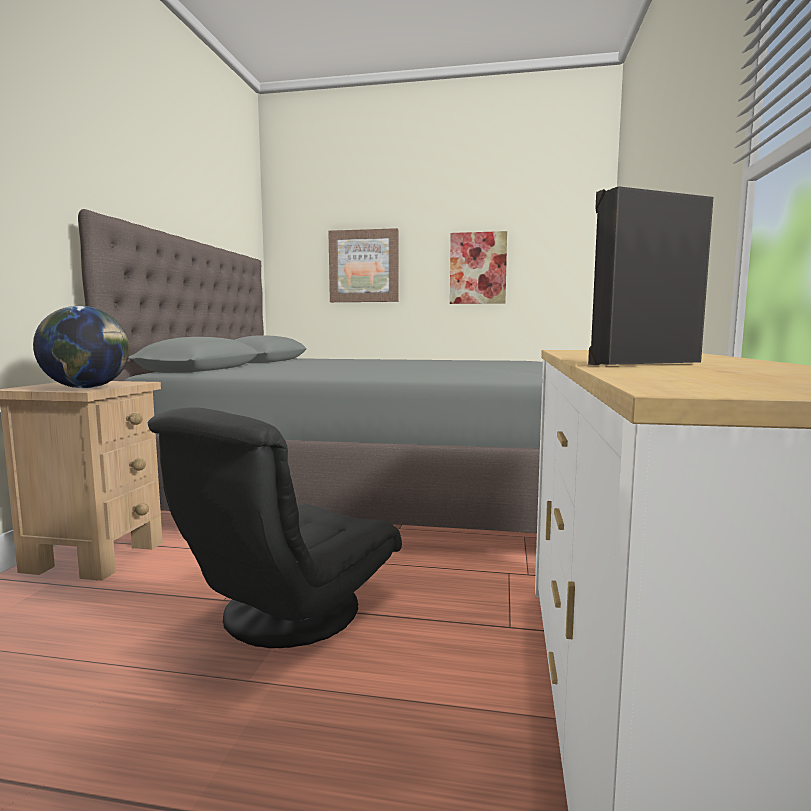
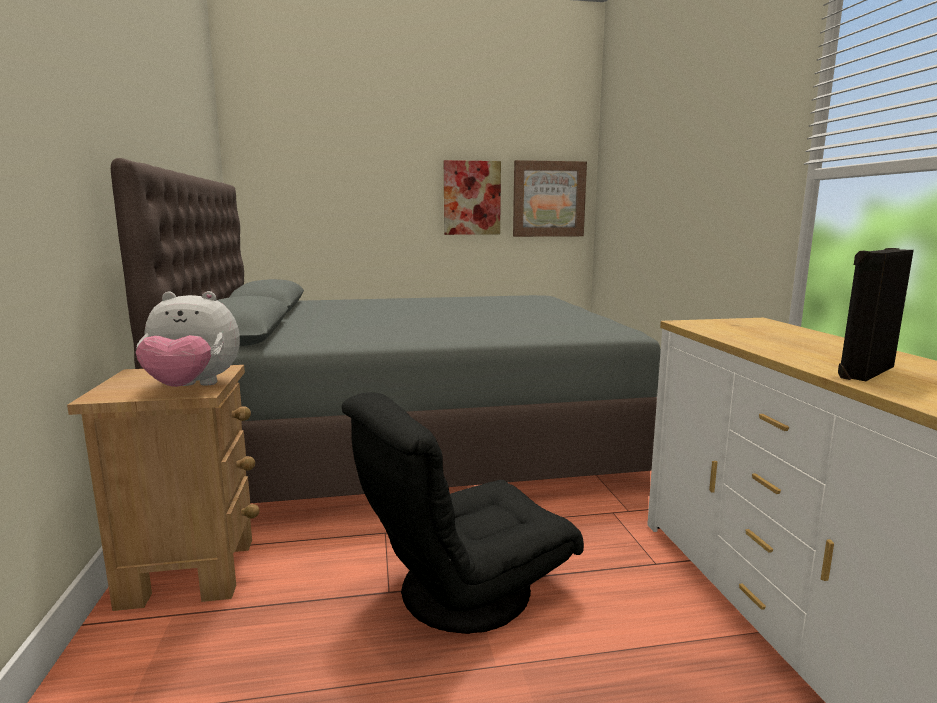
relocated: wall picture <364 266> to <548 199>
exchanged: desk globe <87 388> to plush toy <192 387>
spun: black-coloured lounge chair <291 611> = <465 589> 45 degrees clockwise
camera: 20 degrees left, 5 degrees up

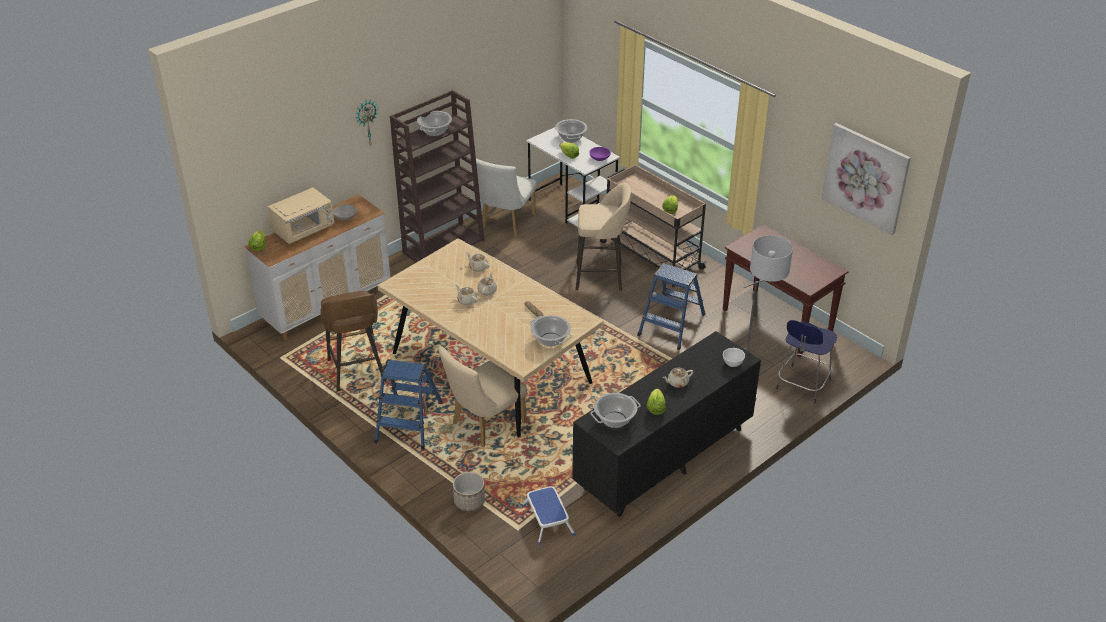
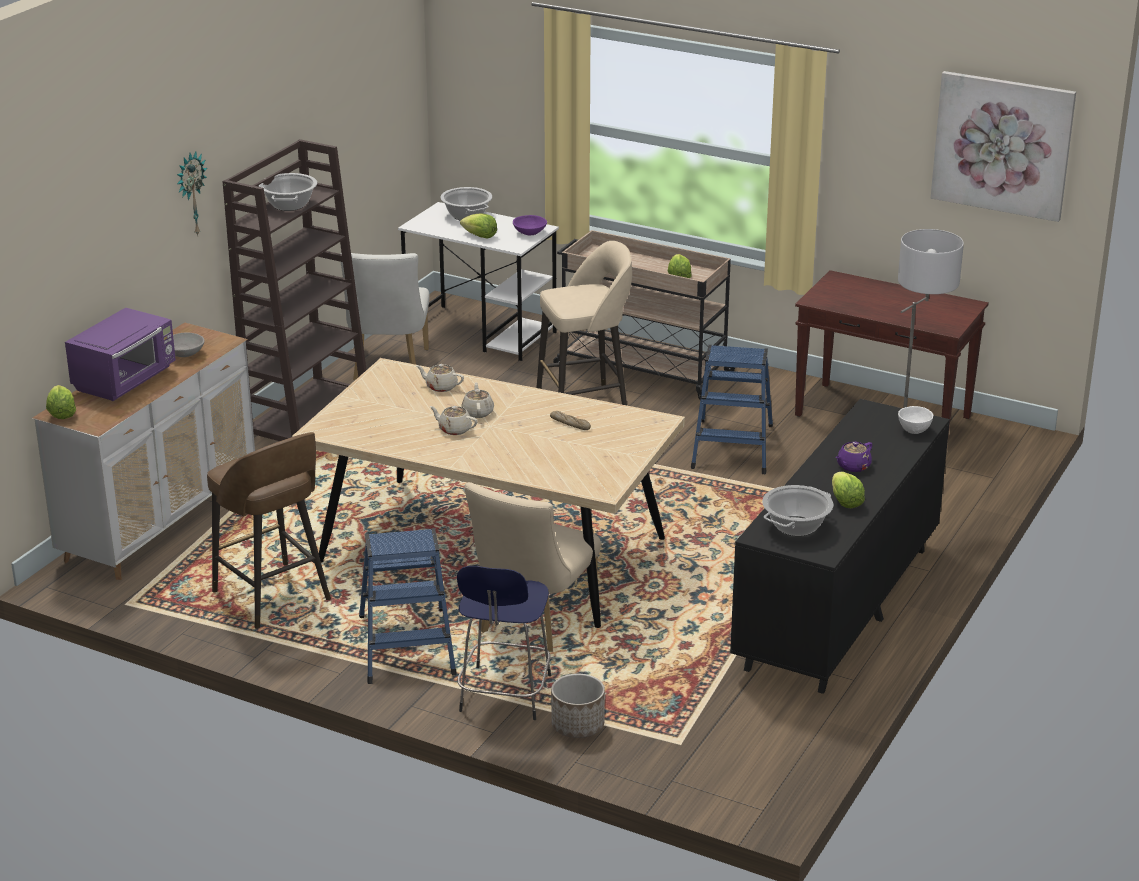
missing: cooking pot <550 339>; bluish stepladder <548 520>
relocated: bluish stool <802 385> to <504 695>
colour: sand-coloured microwave oven <304 230> to purple microwave oven <126 380>; sand-coloured pot for tea <677 382> to purple pot for tea <853 466>
camera: 20 degrees left, 10 degrees down

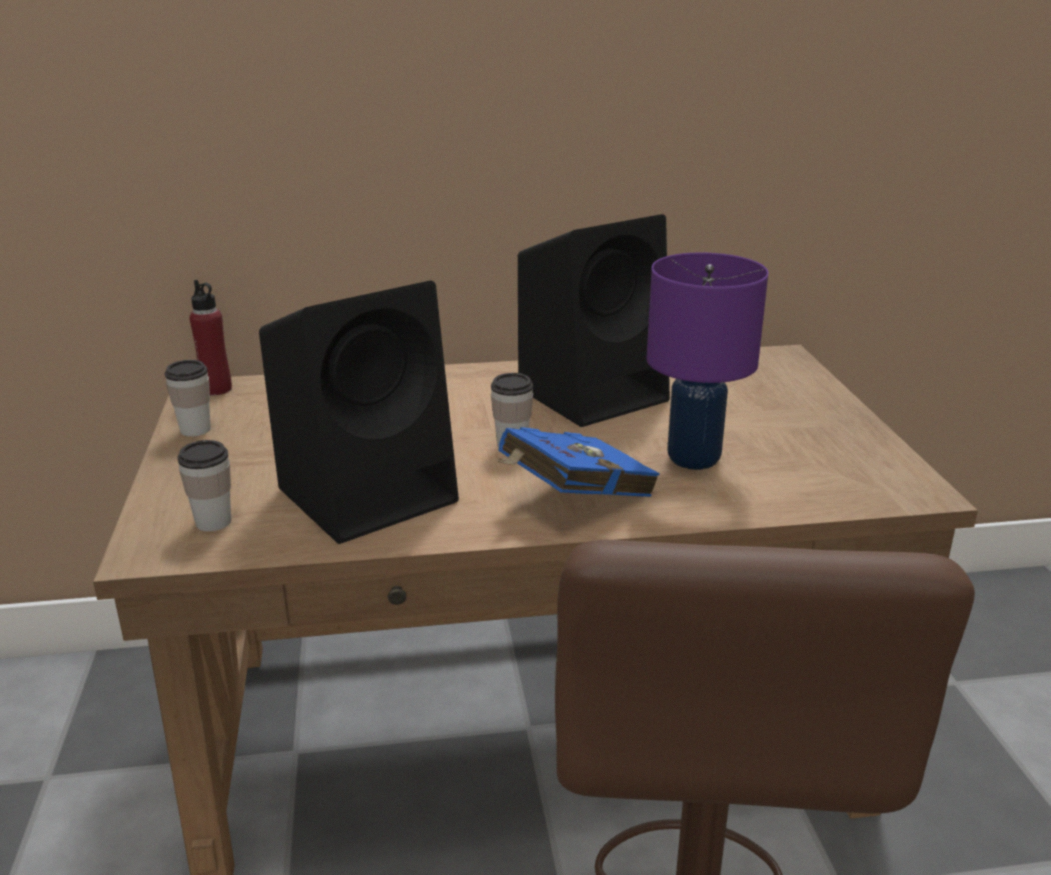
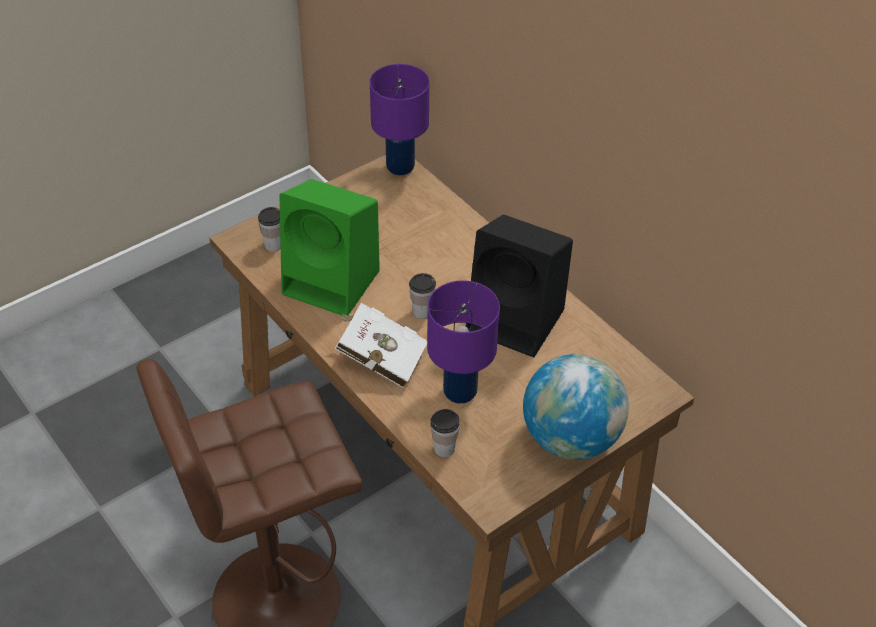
appeared: desk globe <570 438>
relocated: small cup <195 430> to <444 449>
exchanged: red-coloured beverage bottle <216 389> to purple lamp for a table <401 169>
colour: black-coloured speaker <371 493> to green-coloured speaker <334 282>; bluish volume <571 499> to white volume <379 358>
camera: 60 degrees right, 20 degrees up

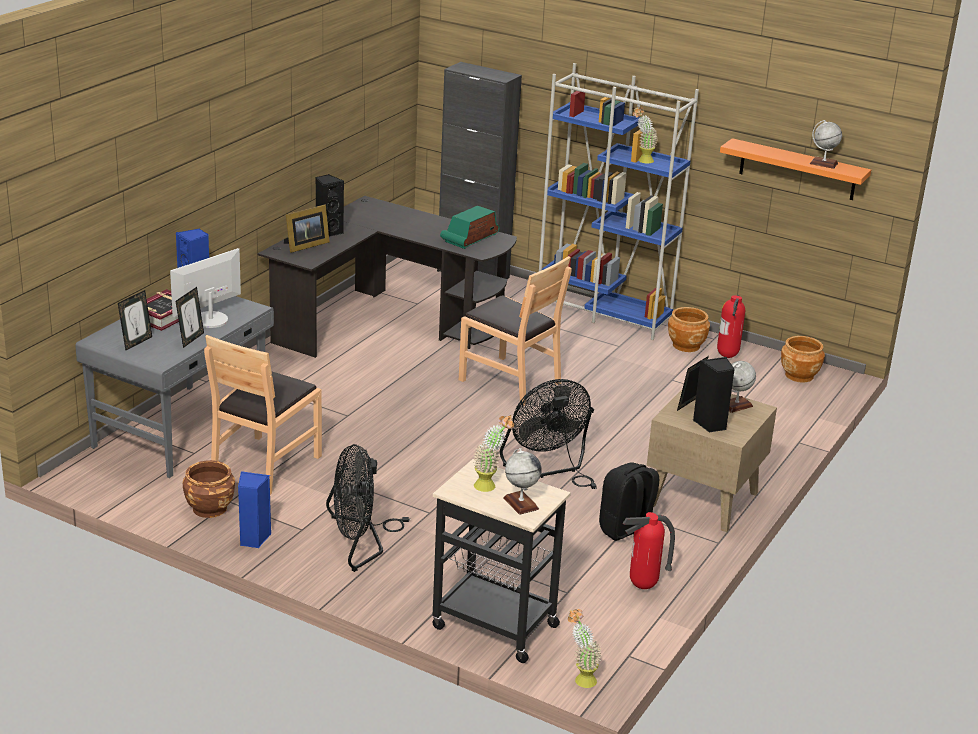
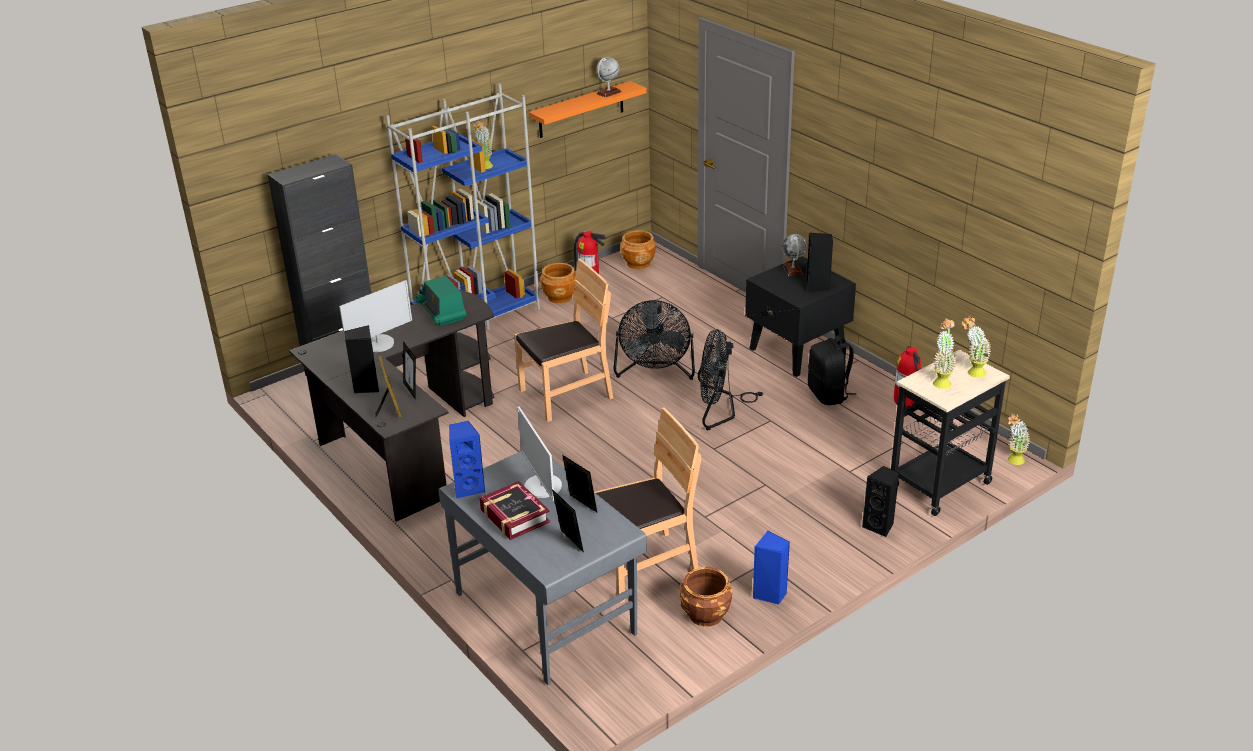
appeared: computer display <379 344>; black-coloured speaker <880 526>
relocated: picture frame <689 405> to <412 390>; black-coloured fan <362 539> to <652 369>
exchanged: desk globe <520 503> to houseplant <971 373>
colour: sand-coloured night table <703 499> to black-coloured night table <797 351>
spun: brown plain chair <265 465> = <642 565> 75 degrees counterclockwise
camera: 65 degrees left, 5 degrees up

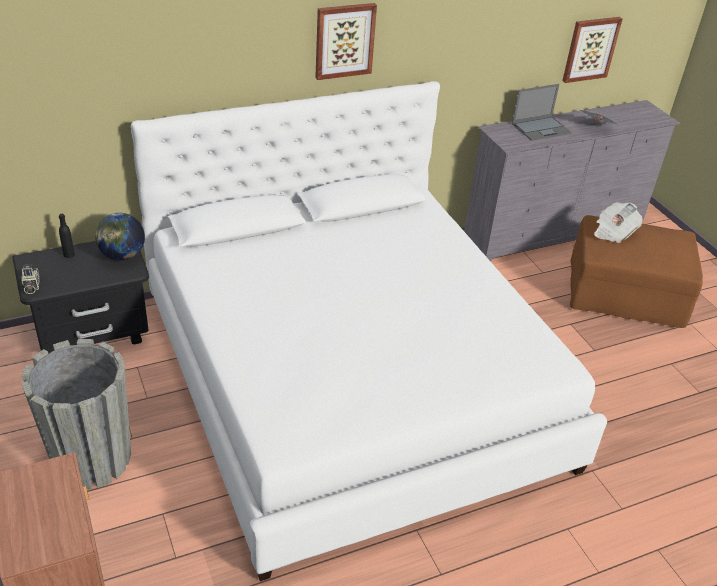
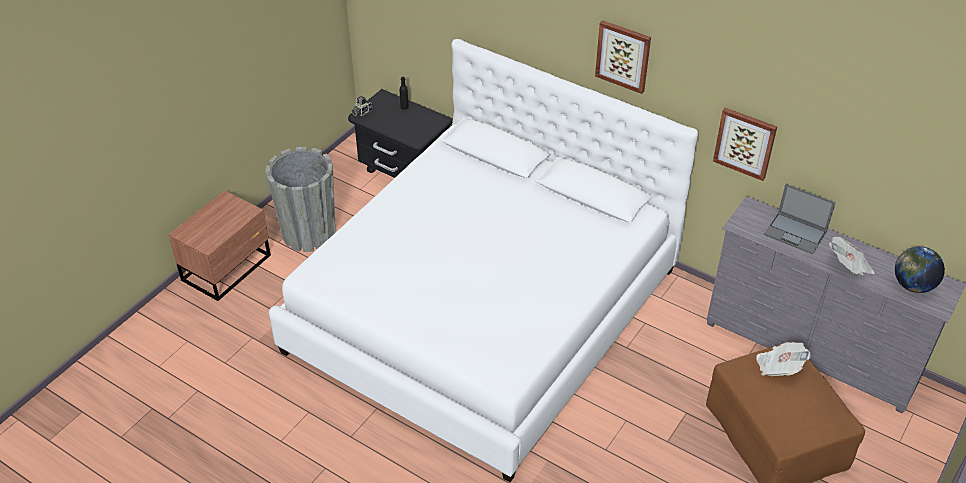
relocated: wall picture <590 49> to <745 143>; desk globe <122 256> to <912 286>
camera: 60 degrees right, 5 degrees up

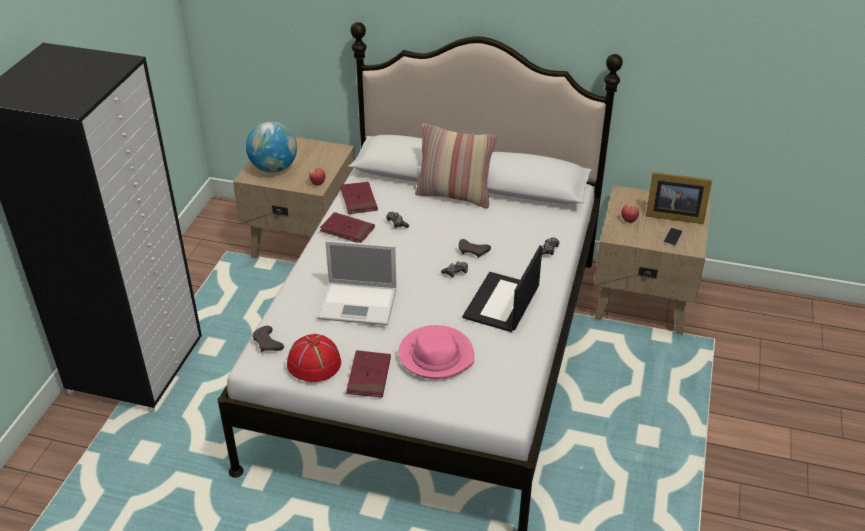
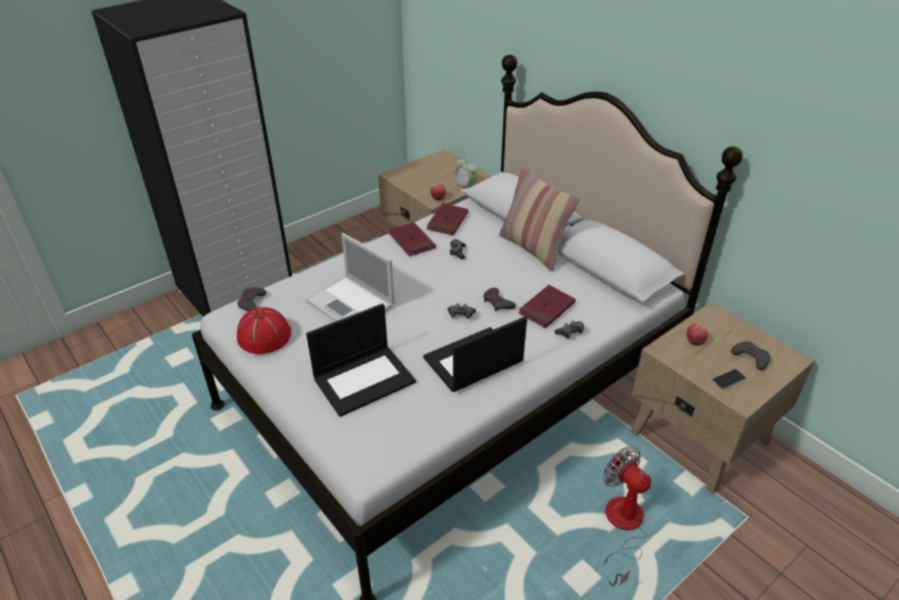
missing: desk globe <274 168>
appeared: bedside clock <465 186>; fan <622 527>
relocated: red-coloured volume <369 376> to <546 308>
exchanged: picture frame <672 215> to greyish joypad <751 357>; pink wearable hat <436 355> to notebook computer <364 379>
camera: 35 degrees right, 0 degrees up

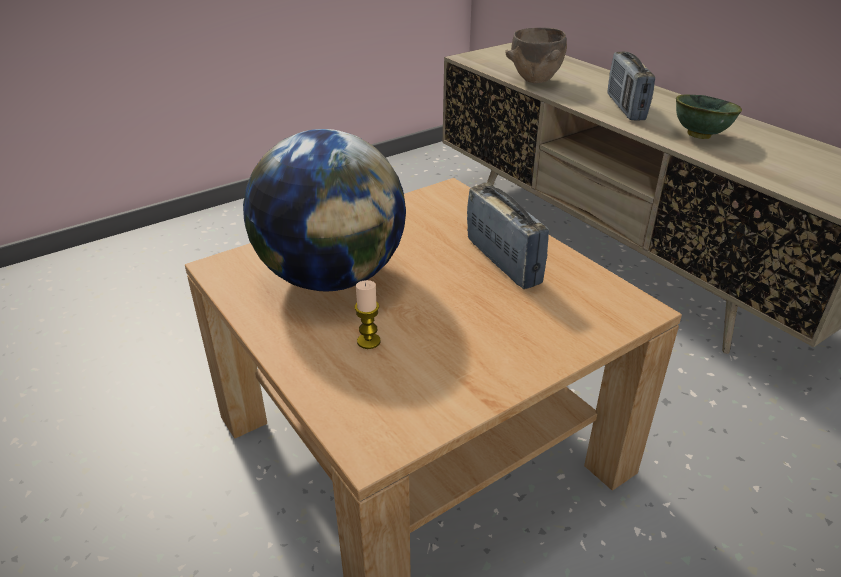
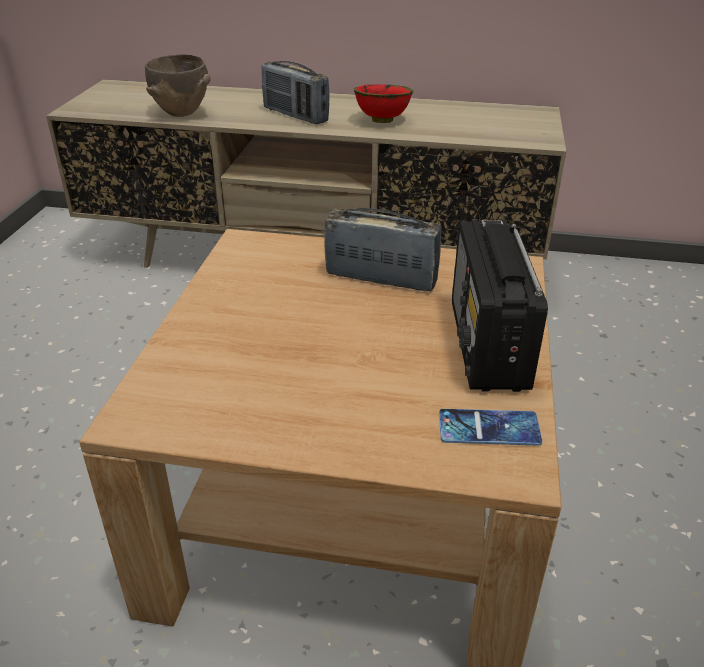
missing: desk globe <331 277>; wax light <368 341>
appeared: radio receiver <487 345>; handset <489 428>
colour: green-coloured serving bowl <698 135> to red-coloured serving bowl <381 121>
camera: 45 degrees left, 0 degrees up

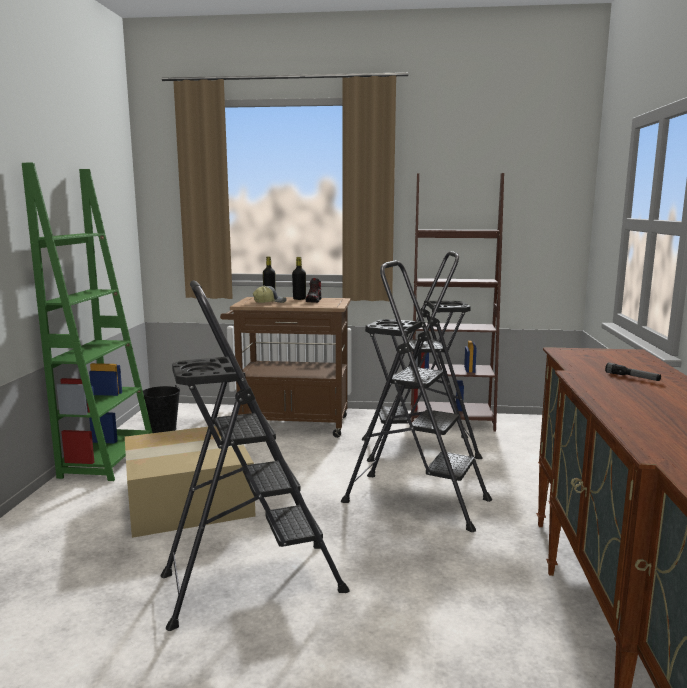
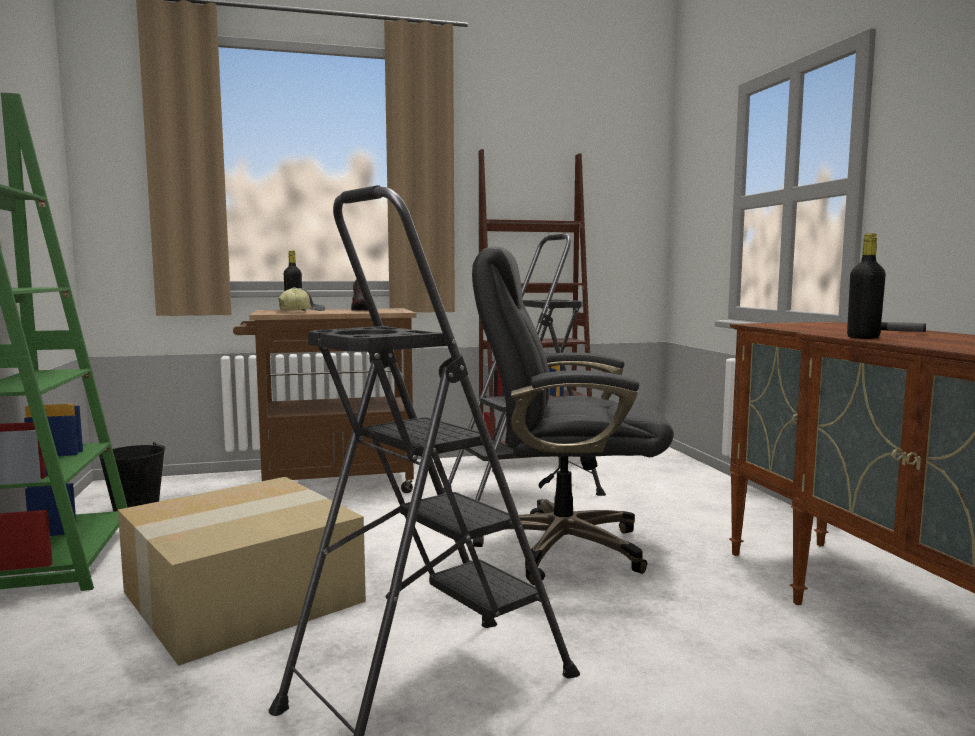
relocated: black-coloured beverage bottle <299 299> to <863 338>
exchanged: stepladder <414 500> to black-coloured desk chair <566 548>
camera: 20 degrees left, 5 degrees down

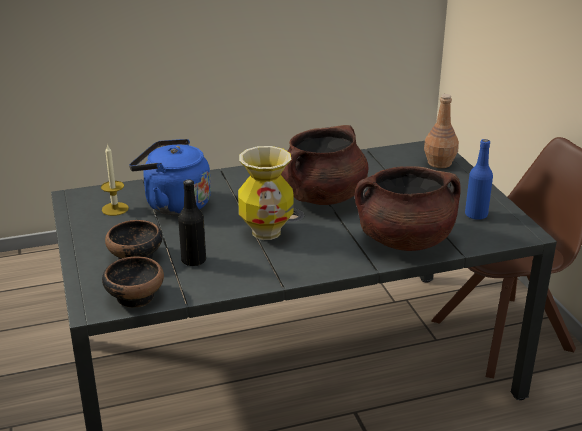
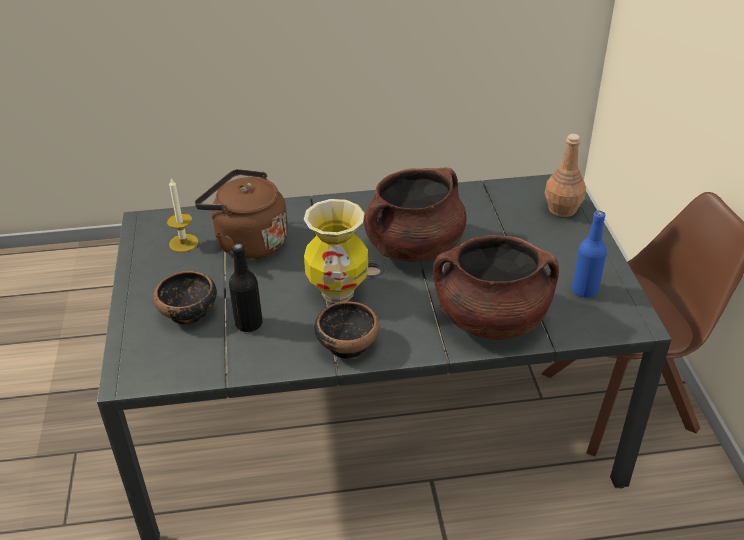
relocated: serving bowl <135 296> to <347 344>
colour: bluish water kettle <174 204> to brown water kettle <247 242>
camera: 10 degrees right, 10 degrees up

